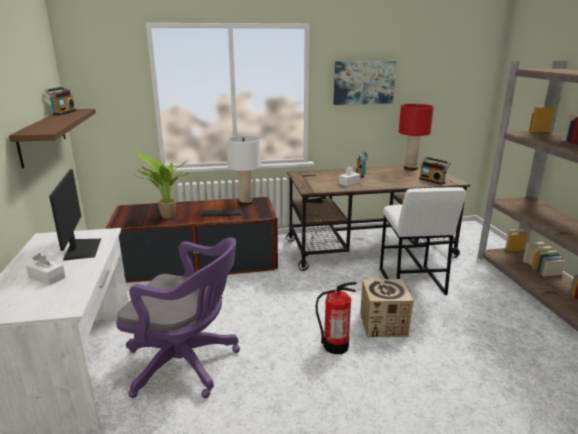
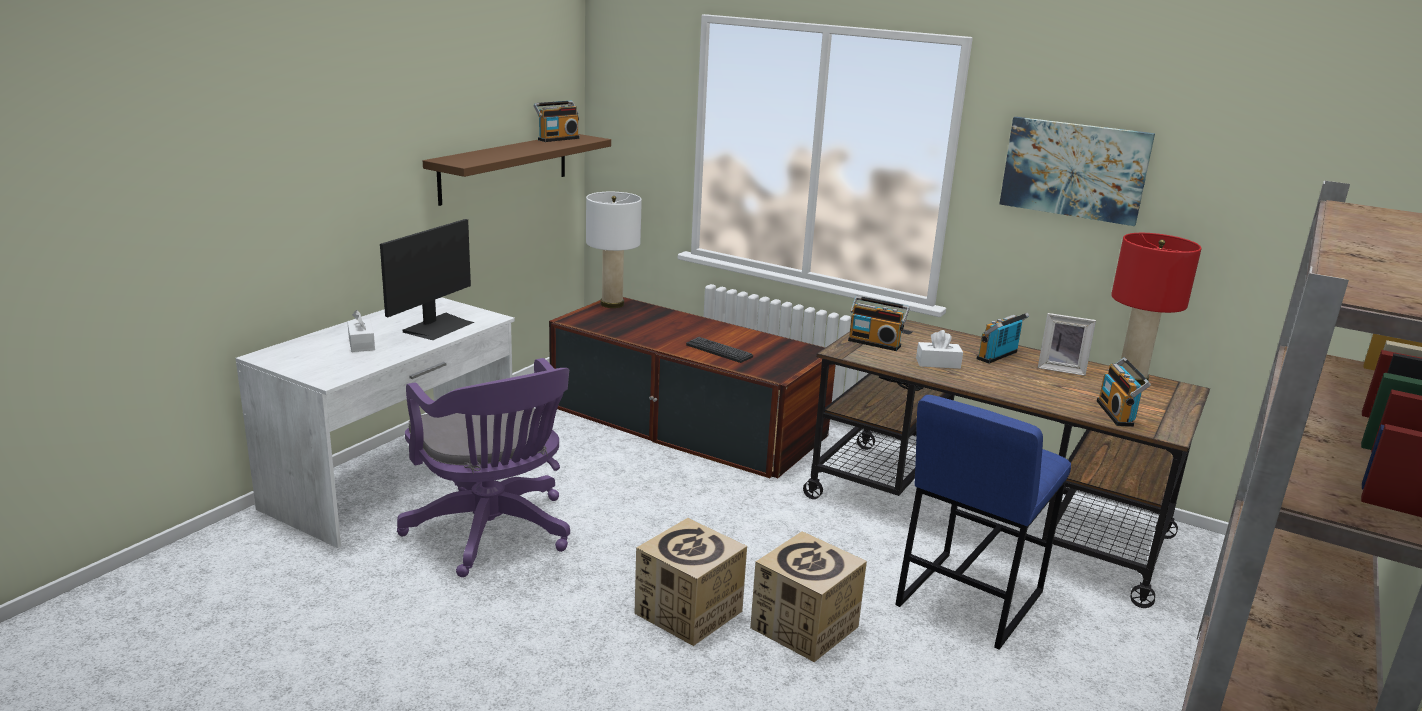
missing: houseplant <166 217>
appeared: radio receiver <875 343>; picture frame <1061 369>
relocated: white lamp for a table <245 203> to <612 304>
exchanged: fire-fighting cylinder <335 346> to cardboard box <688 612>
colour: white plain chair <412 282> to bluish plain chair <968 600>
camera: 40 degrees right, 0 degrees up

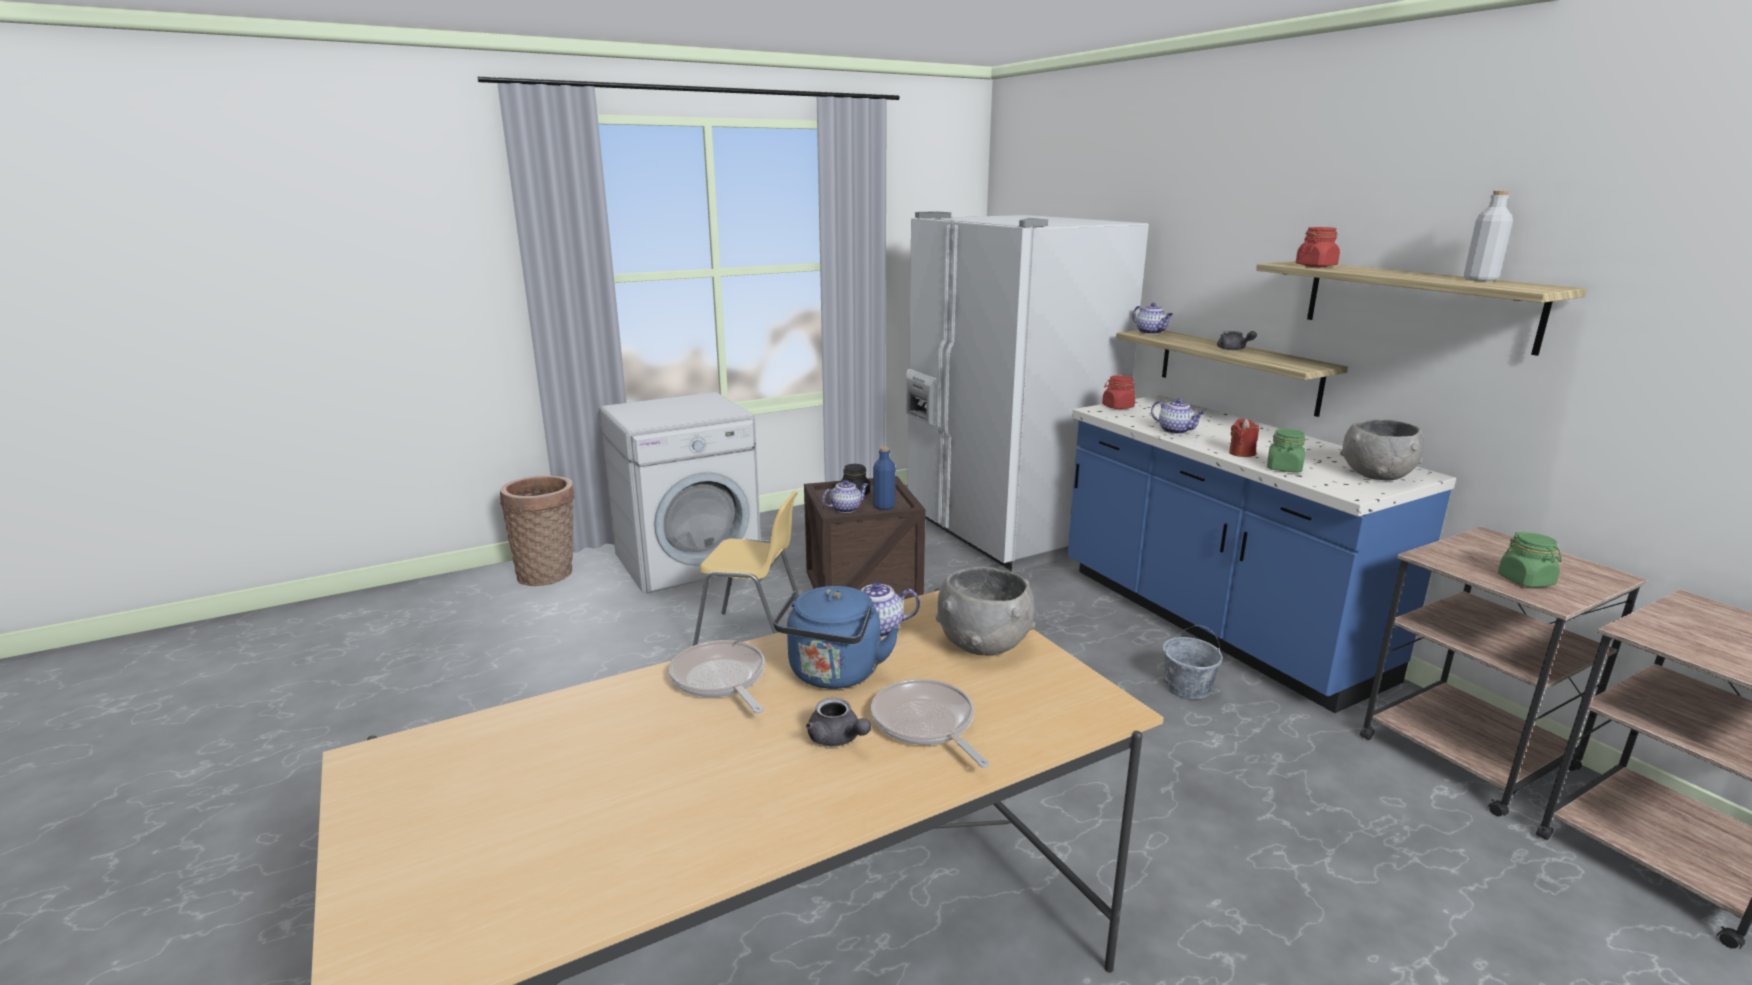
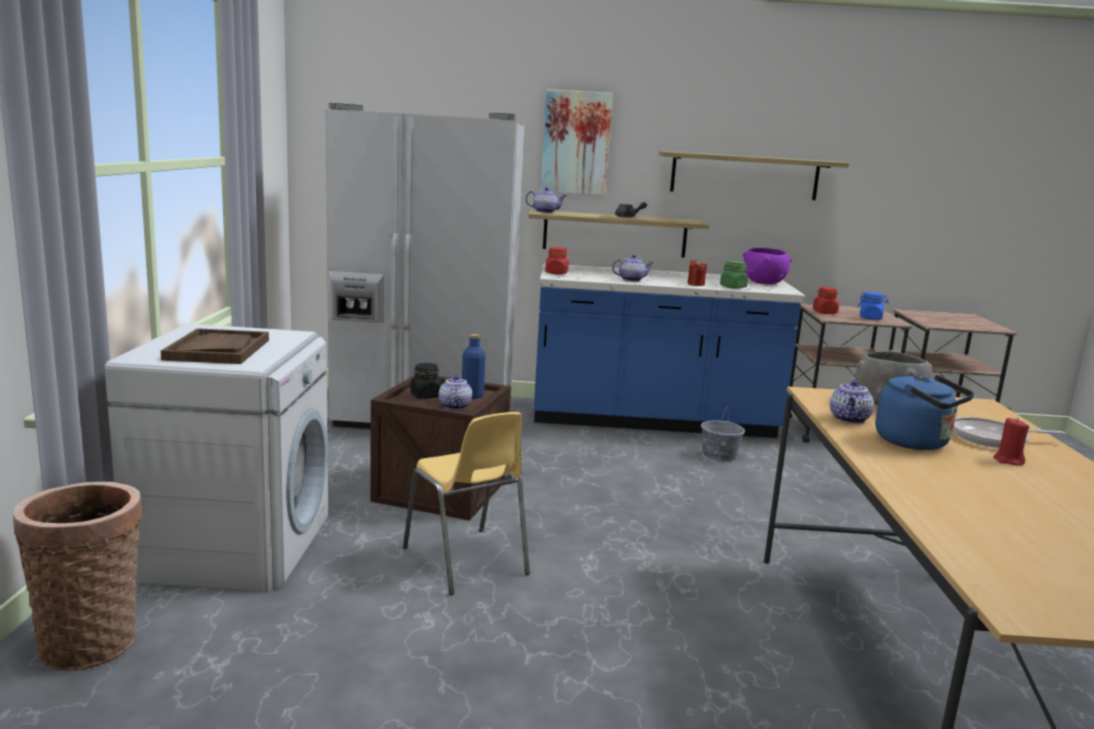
missing: greyish beverage bottle <1480 279>; frying pan <720 680>
appeared: wall picture <576 143>; brown serving tray <217 349>
relocated: red-coloured jar <1316 266> to <824 312>
exchanged: greyish pot for tea <837 739> to red-coloured wax light <1008 460>
colour: greyish serving bowl <1376 475> to purple serving bowl <764 283>; green-coloured jar <1526 581> to bluish jar <870 318>
spun: yellow-coloured plain chair <753 636> = <466 561> 105 degrees clockwise
camera: 60 degrees left, 5 degrees down

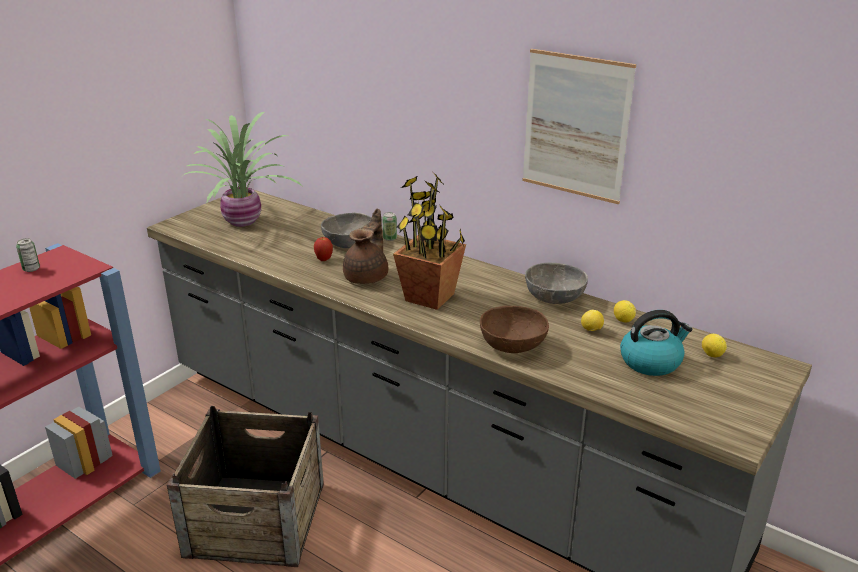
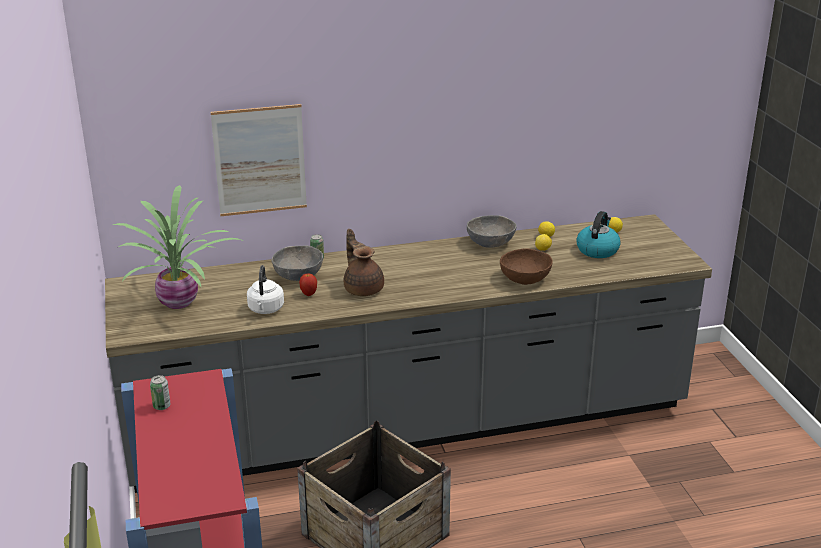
missing: houseplant <430 297>
appeared: white water kettle <265 309>
relocated: wall picture <575 126> to <260 160>
camera: 50 degrees left, 0 degrees up

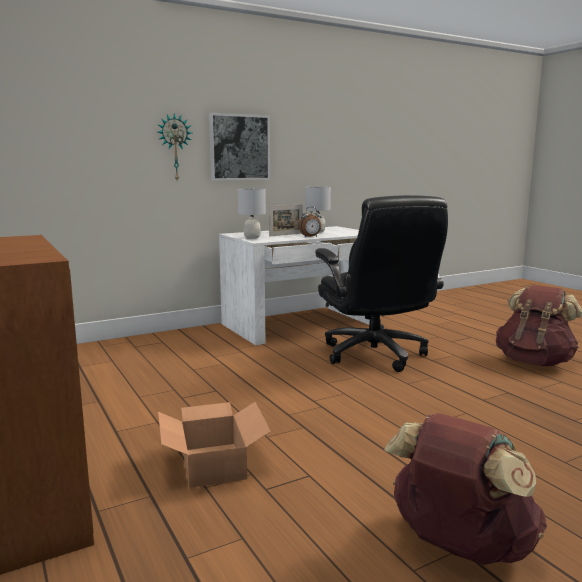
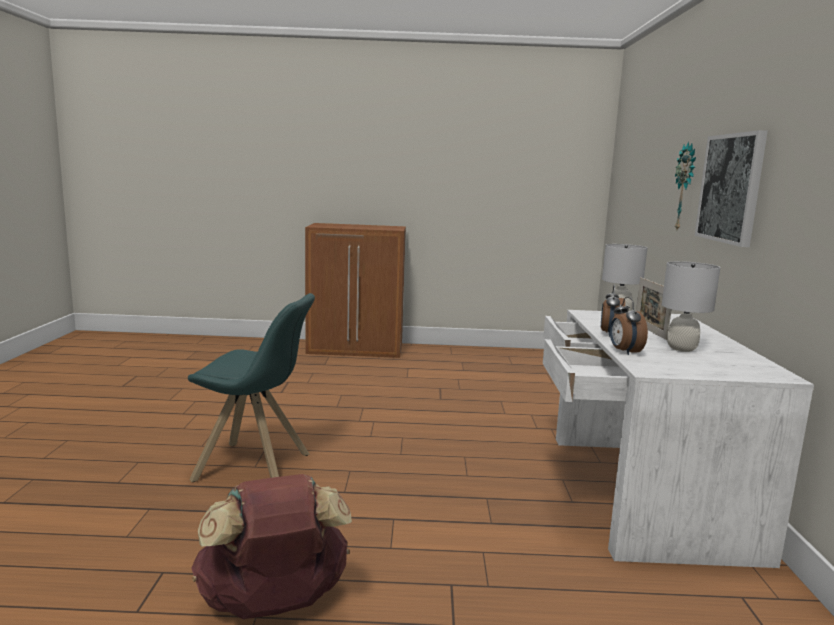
missing: black-coloured desk chair <375 356>; cardboard box <212 465>; brown rucksack <459 547>
appeared: turquoise plain chair <254 467>; bedside clock <624 351>
camera: 120 degrees right, 0 degrees up

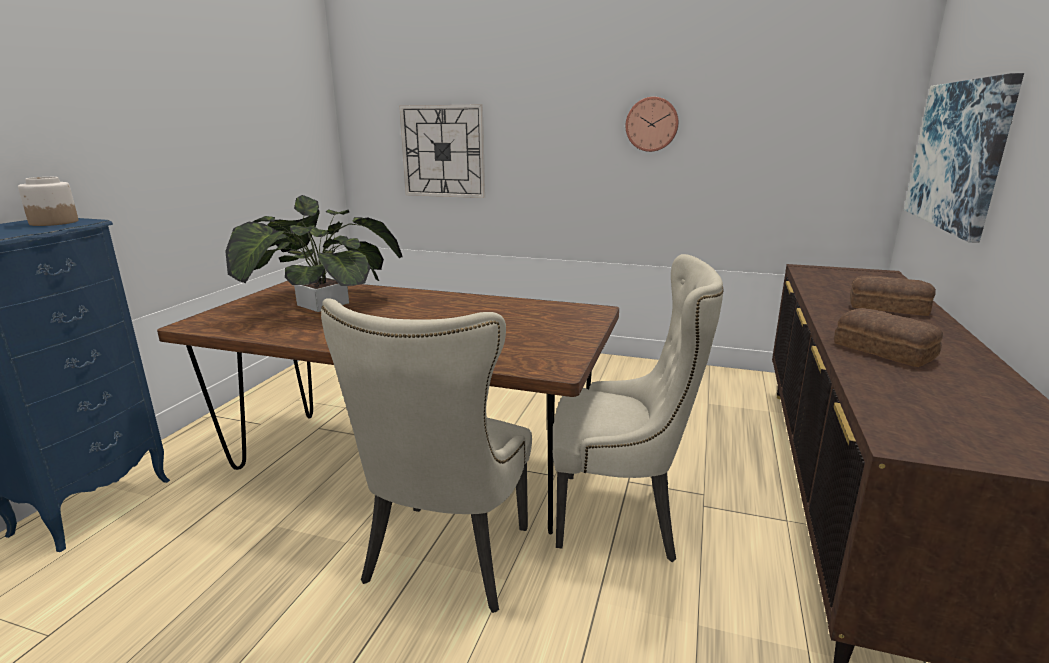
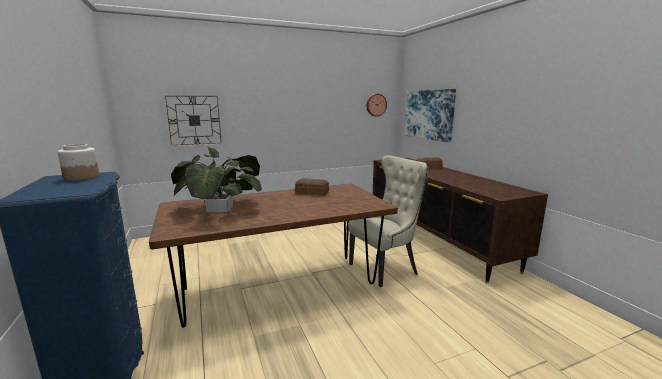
missing: sand-coloured plain chair <448 558>
relocated: wall clock <652 124> to <376 105>; bread <884 351> to <312 193>
camera: 40 degrees left, 5 degrees down

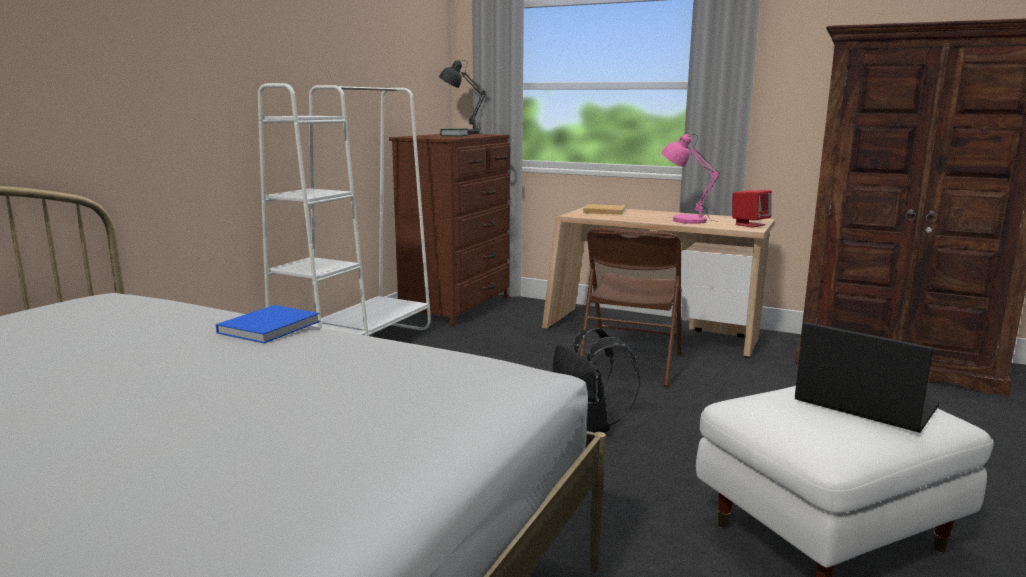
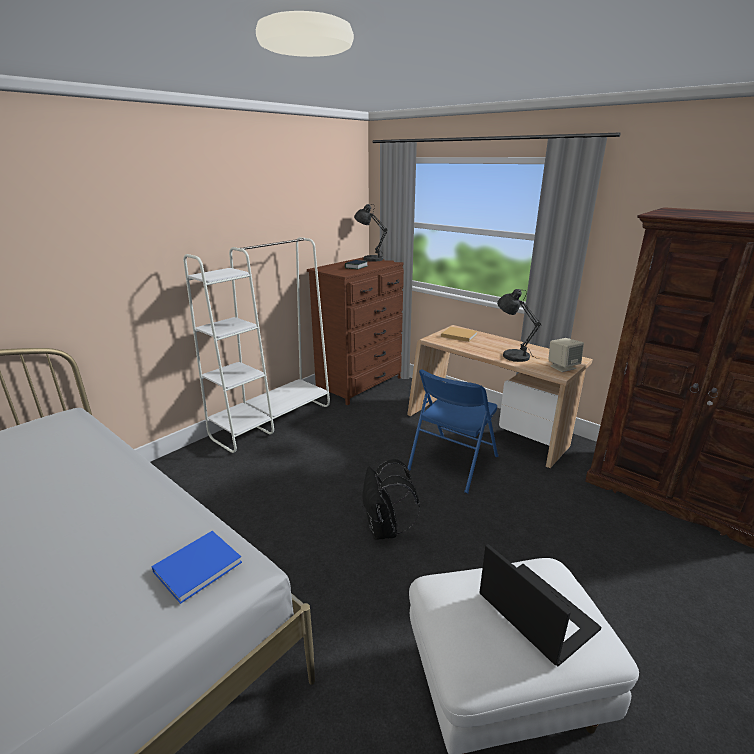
relocated: bluish volume <271 326> to <200 565>
colour: pink lamp for a table <685 220> to greyish lamp for a table <513 355>; red-coloured speaker <749 224> to sand-coloured speaker <562 367>; brown plain chair <630 364> to bluish plain chair <453 463>
camera: 15 degrees right, 10 degrees up

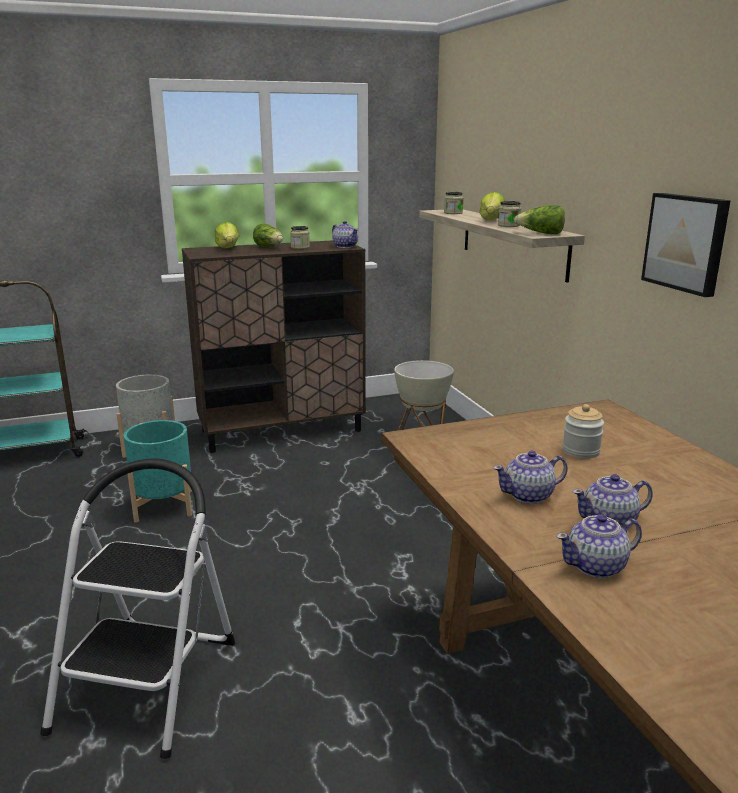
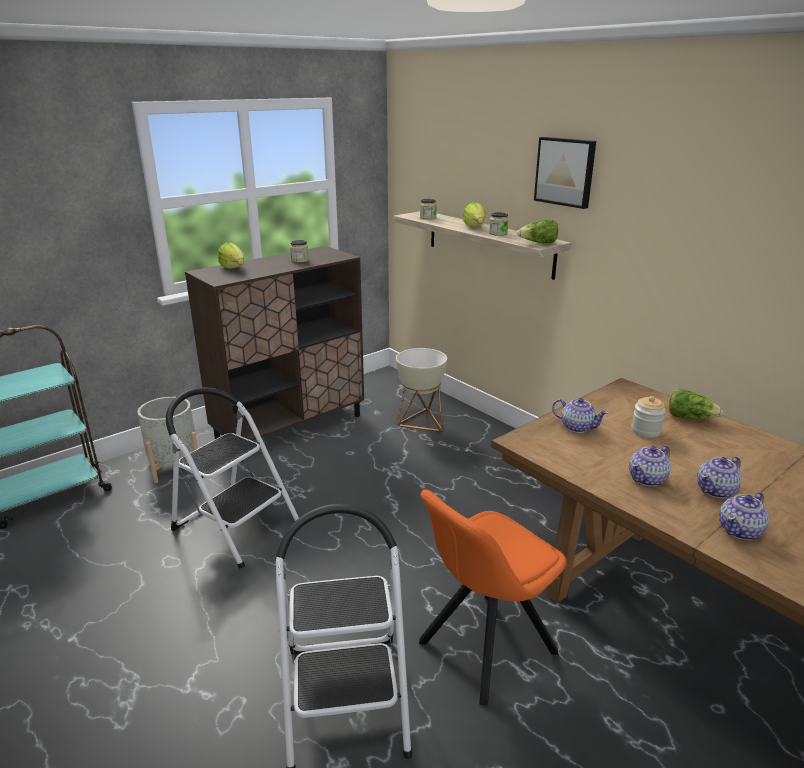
appeared: orangey plain chair <485 647>
relocated: wall picture <686 242> to <565 172>; pot for tea <345 246> to <577 427>; lettuce <269 247> to <690 418>
exchanged: turquoise flower pot <164 505> to stepladder <234 525>
camera: 20 degrees left, 5 degrees up

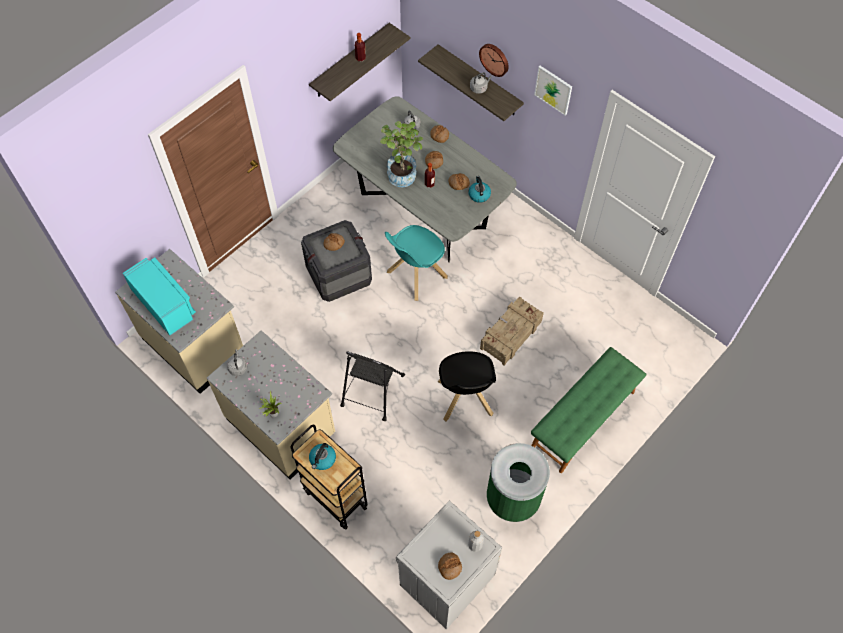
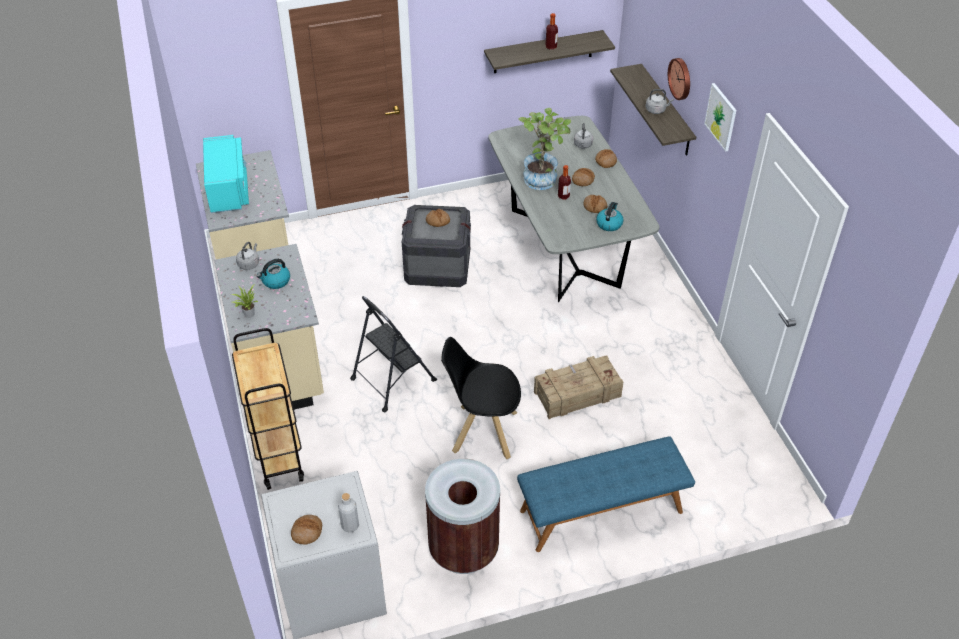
missing: turquoise plain chair <415 275>
relocated: water kettle <322 459> to <275 281>
colour: green-coloured indoor bench <583 420> to bluish indoor bench <601 512>; green-coloured trash can <513 498> to brown trash can <464 550>
spun: black-coloured plain chair <465 399> = <482 431> 75 degrees clockwise
camera: 30 degrees right, 15 degrees down

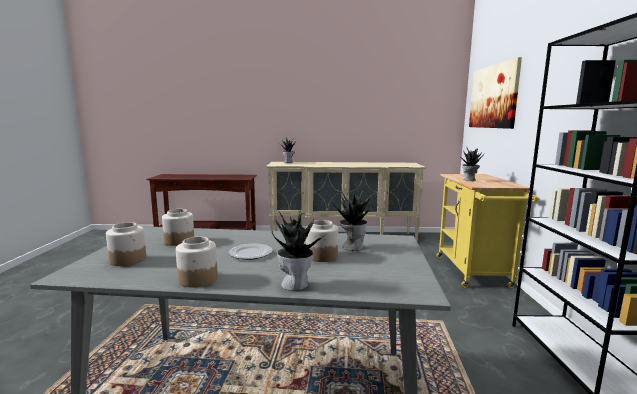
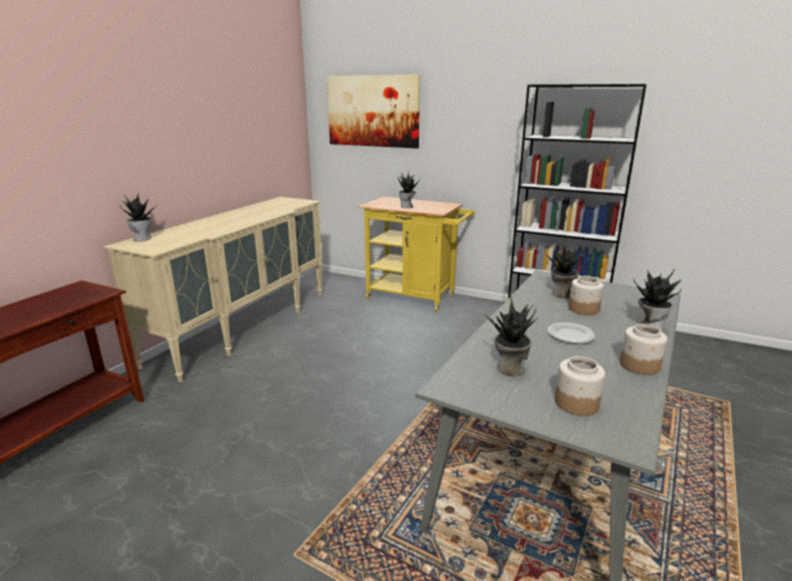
exchanged: jar <179 241> to houseplant <509 369>
camera: 65 degrees left, 10 degrees up

